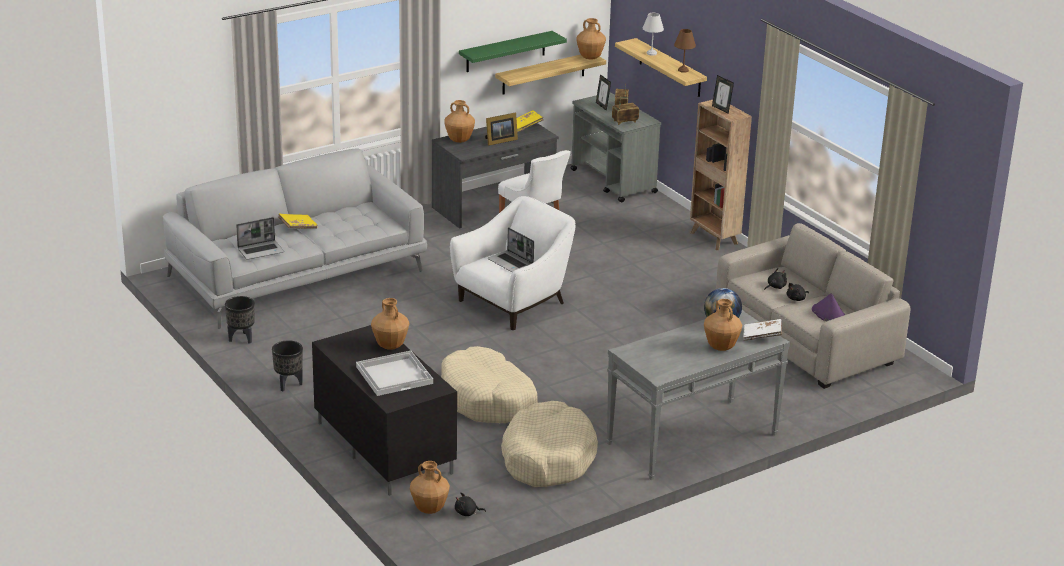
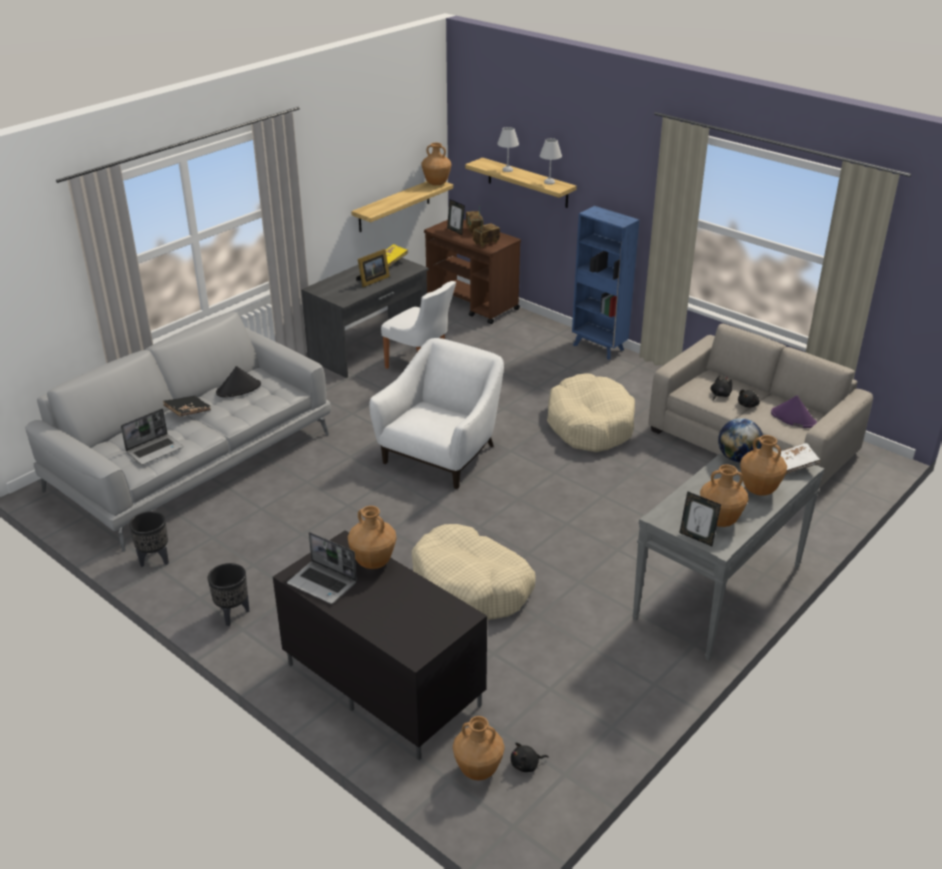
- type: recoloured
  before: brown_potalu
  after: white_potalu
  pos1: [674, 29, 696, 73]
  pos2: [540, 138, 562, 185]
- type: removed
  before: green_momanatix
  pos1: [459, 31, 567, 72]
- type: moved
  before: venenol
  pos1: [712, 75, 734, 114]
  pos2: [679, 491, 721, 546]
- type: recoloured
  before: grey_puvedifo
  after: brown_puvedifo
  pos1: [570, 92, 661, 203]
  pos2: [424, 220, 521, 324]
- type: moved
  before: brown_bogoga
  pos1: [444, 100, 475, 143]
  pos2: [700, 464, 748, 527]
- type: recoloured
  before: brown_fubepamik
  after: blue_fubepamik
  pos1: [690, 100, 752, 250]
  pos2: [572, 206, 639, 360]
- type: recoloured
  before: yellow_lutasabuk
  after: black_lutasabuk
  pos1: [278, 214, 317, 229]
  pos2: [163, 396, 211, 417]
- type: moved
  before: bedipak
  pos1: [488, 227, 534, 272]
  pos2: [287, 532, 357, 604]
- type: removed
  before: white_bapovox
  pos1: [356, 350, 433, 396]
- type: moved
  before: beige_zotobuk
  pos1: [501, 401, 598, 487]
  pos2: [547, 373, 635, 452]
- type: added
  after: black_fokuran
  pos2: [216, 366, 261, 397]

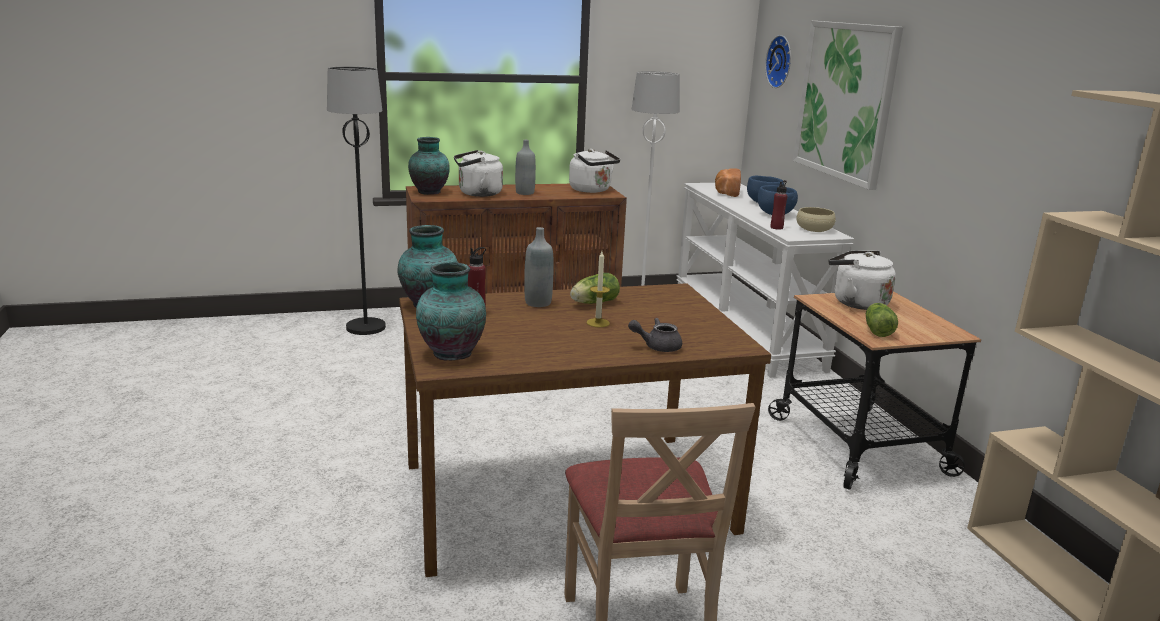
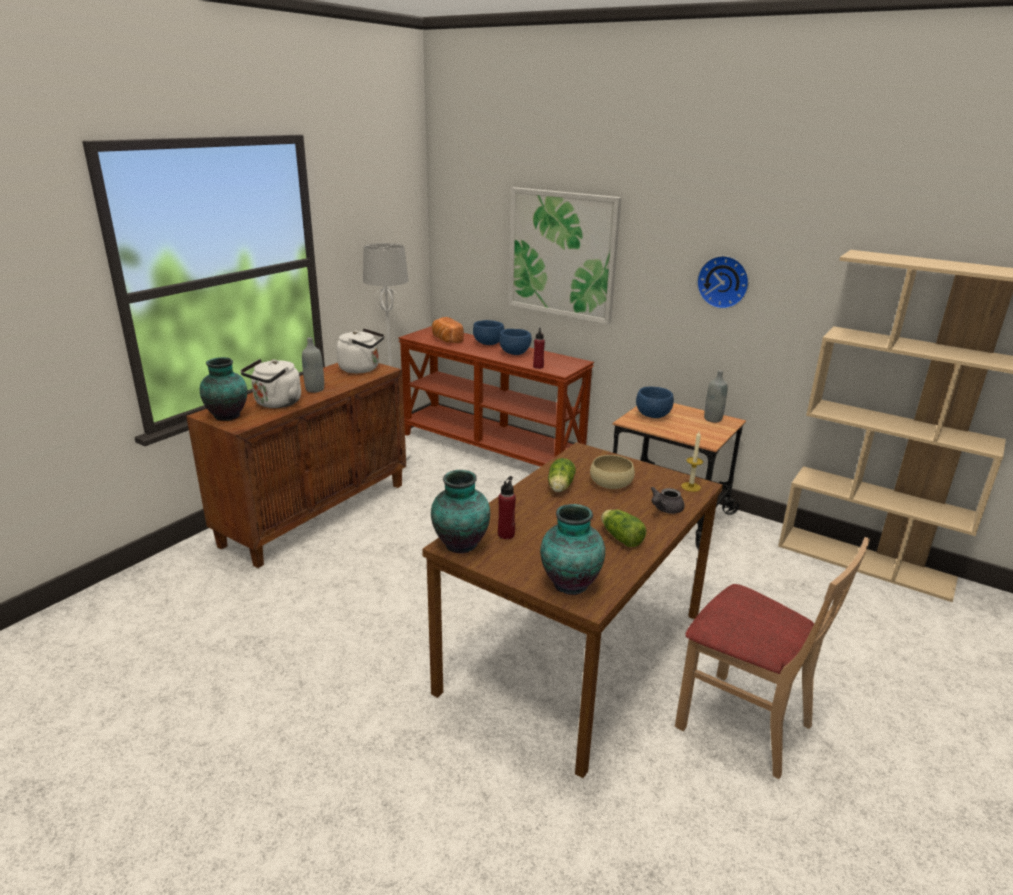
- type: moved
  before: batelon
  pos1: [765, 35, 791, 88]
  pos2: [697, 255, 749, 309]
- type: removed
  before: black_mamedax
  pos1: [327, 66, 386, 335]
- type: recoloured
  before: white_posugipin
  after: brown_posugipin
  pos1: [676, 183, 854, 378]
  pos2: [398, 326, 594, 467]
- type: moved
  before: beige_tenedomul
  pos1: [797, 207, 836, 232]
  pos2: [590, 455, 635, 489]
- type: moved
  before: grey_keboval
  pos1: [524, 227, 554, 307]
  pos2: [704, 370, 728, 422]
- type: replaced
  before: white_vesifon
  after: blue_tenedomul
  pos1: [829, 250, 896, 310]
  pos2: [636, 387, 674, 418]
- type: moved
  before: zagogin
  pos1: [586, 251, 610, 327]
  pos2: [681, 431, 703, 492]
- type: moved
  before: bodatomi
  pos1: [866, 303, 898, 337]
  pos2: [601, 509, 646, 547]

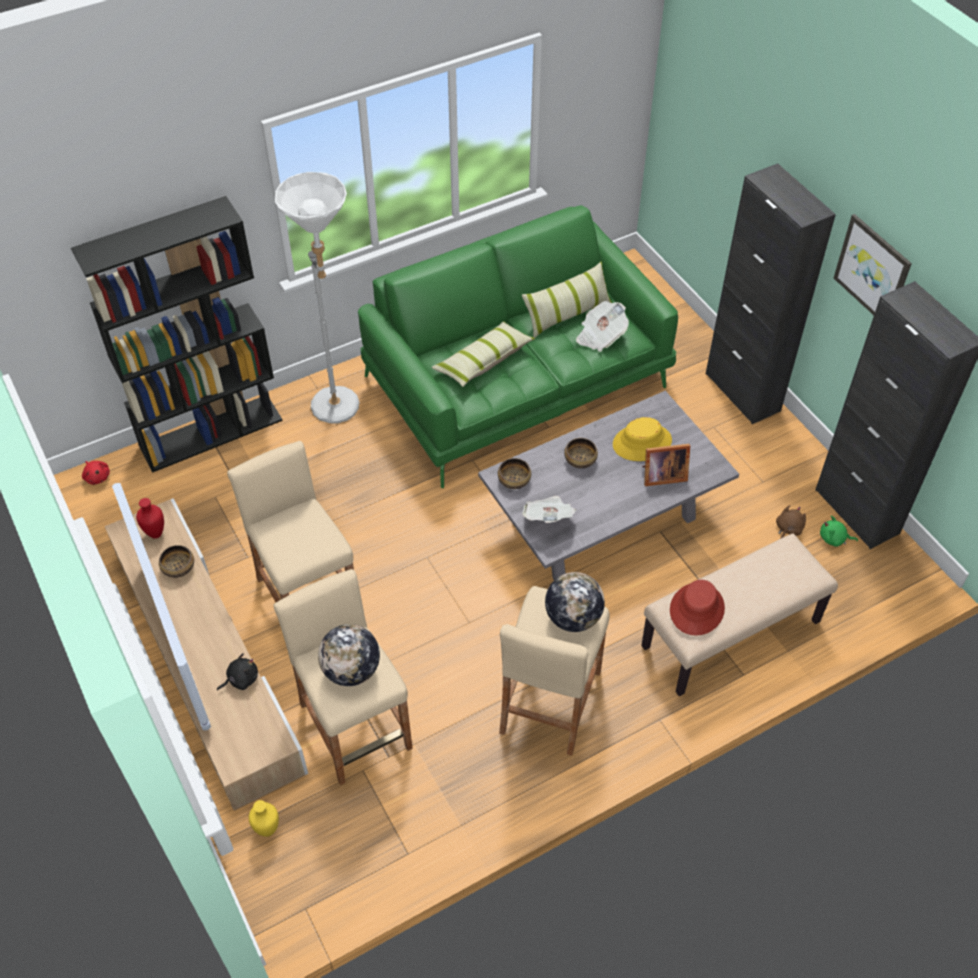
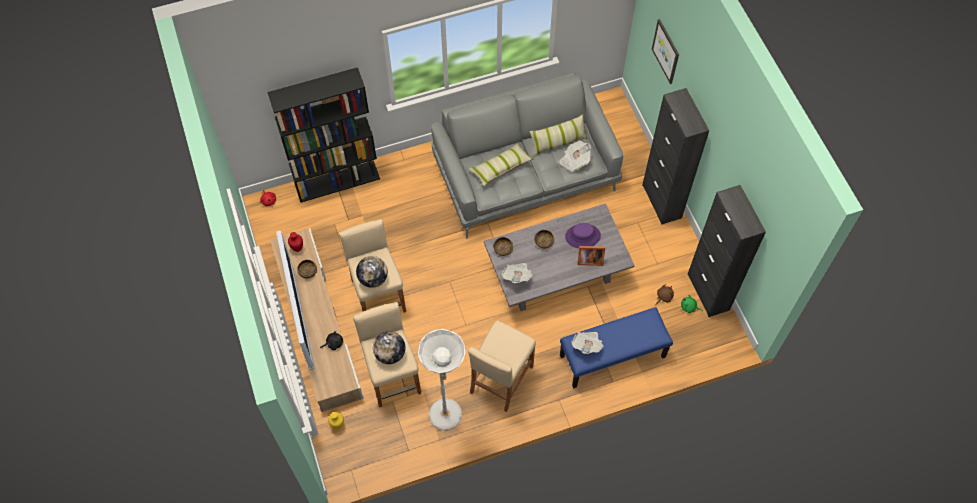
- type: moved
  before: white_mamedax
  pos1: [275, 172, 359, 423]
  pos2: [418, 329, 465, 431]
- type: recoloured
  before: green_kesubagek
  after: grey_kesubagek
  pos1: [358, 205, 678, 488]
  pos2: [431, 72, 623, 239]
- type: moved
  before: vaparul
  pos1: [834, 214, 912, 315]
  pos2: [652, 19, 679, 84]
- type: recoloured
  before: yellow_fokuran
  after: purple_fokuran
  pos1: [613, 417, 672, 461]
  pos2: [565, 223, 601, 248]
- type: recoloured
  before: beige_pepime
  after: blue_pepime
  pos1: [641, 534, 838, 696]
  pos2: [560, 307, 673, 388]
- type: moved
  before: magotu
  pos1: [545, 572, 605, 632]
  pos2: [356, 256, 388, 288]
- type: replaced
  before: red_fokuran
  after: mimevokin
  pos1: [670, 580, 725, 636]
  pos2: [572, 332, 604, 354]

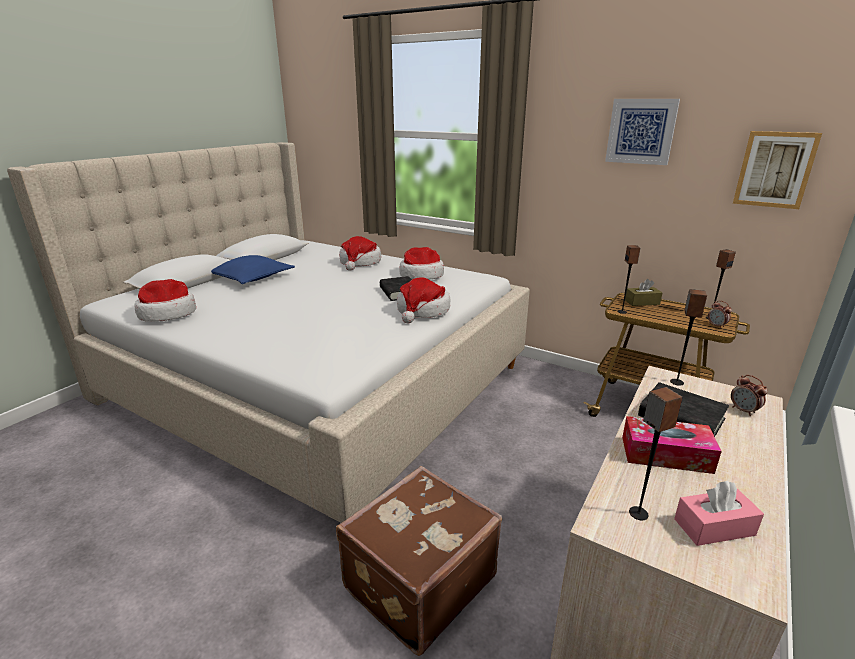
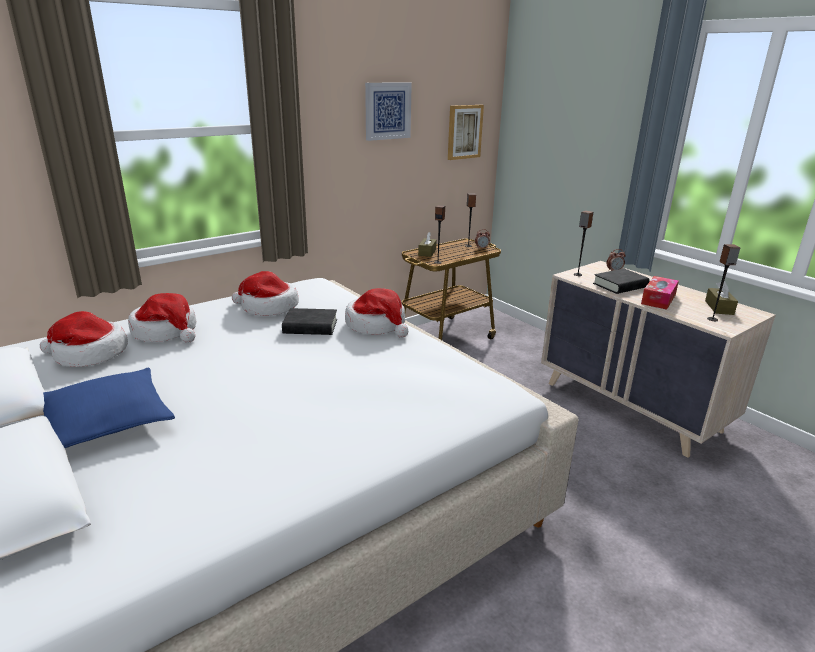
- type: moved
  before: fokuran
  pos1: [135, 279, 196, 322]
  pos2: [40, 311, 128, 367]
- type: removed
  before: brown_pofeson
  pos1: [336, 466, 502, 656]
- type: recoloured
  before: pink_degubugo
  after: brown_degubugo
  pos1: [674, 481, 764, 546]
  pos2: [705, 281, 738, 315]

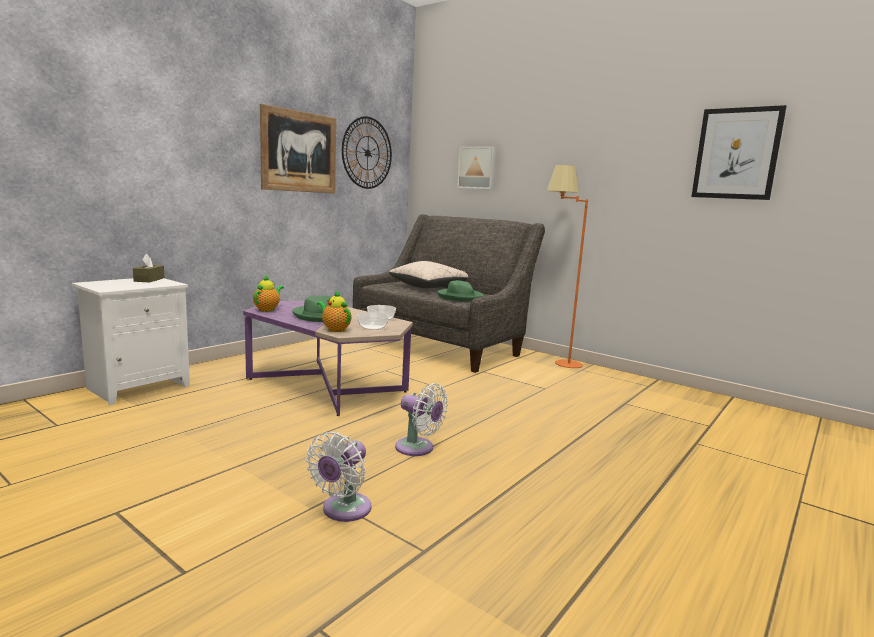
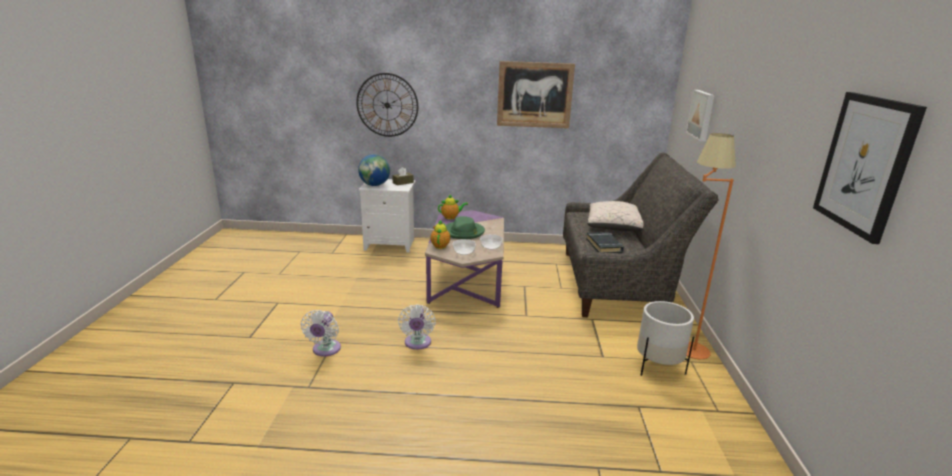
- type: moved
  before: batelon
  pos1: [342, 116, 392, 189]
  pos2: [356, 73, 418, 137]
- type: replaced
  before: green_fokuran
  after: black_lutasabuk
  pos1: [437, 280, 484, 301]
  pos2: [586, 232, 624, 253]
- type: turned
  before: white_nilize
  pos1: [306, 432, 371, 522]
  pos2: [301, 310, 341, 357]
  turn: -75
- type: added
  after: magotu
  pos2: [358, 154, 390, 186]
- type: added
  after: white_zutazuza
  pos2: [637, 301, 694, 376]

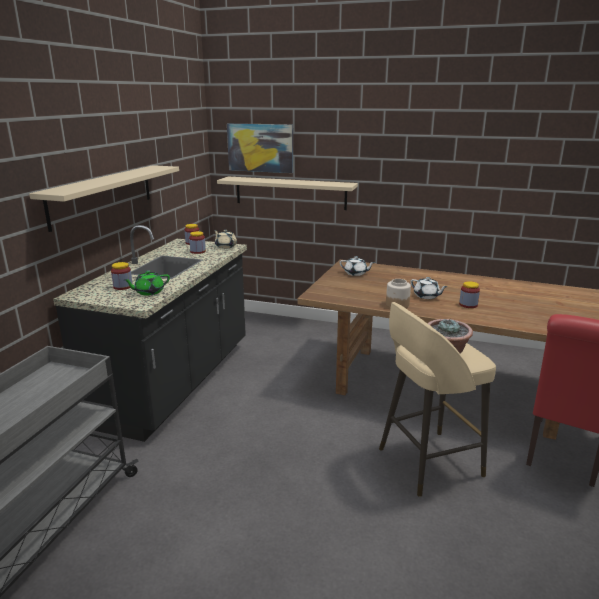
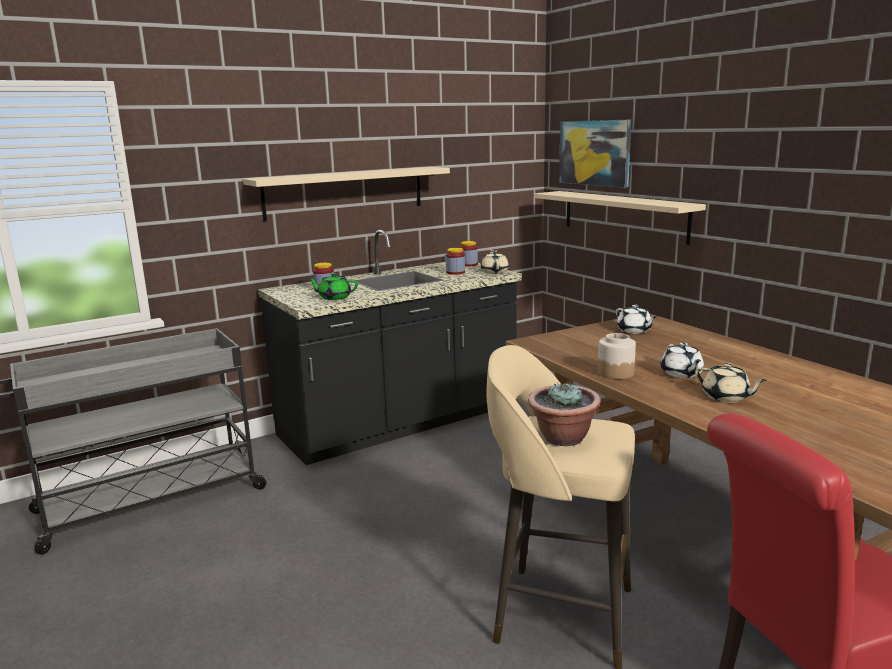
- type: replaced
  before: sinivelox
  after: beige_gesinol
  pos1: [459, 281, 480, 308]
  pos2: [695, 363, 767, 403]

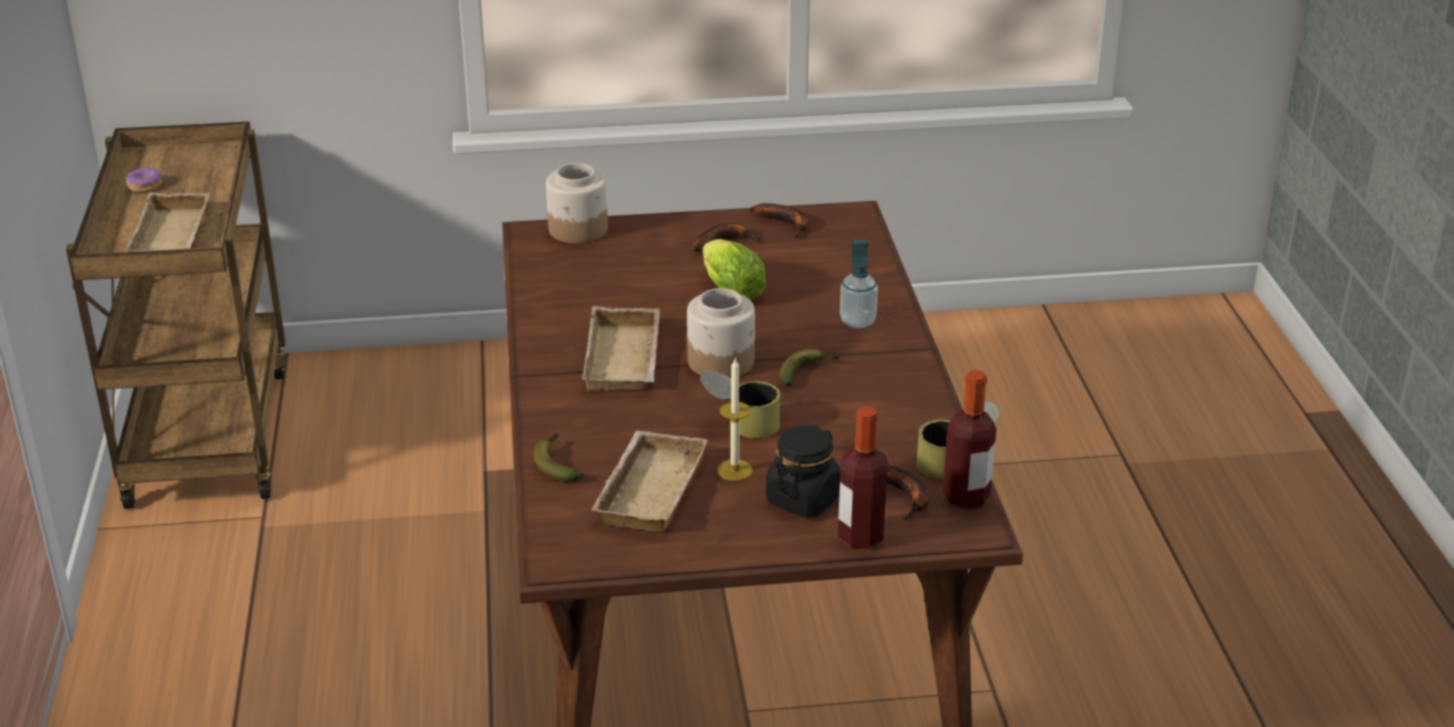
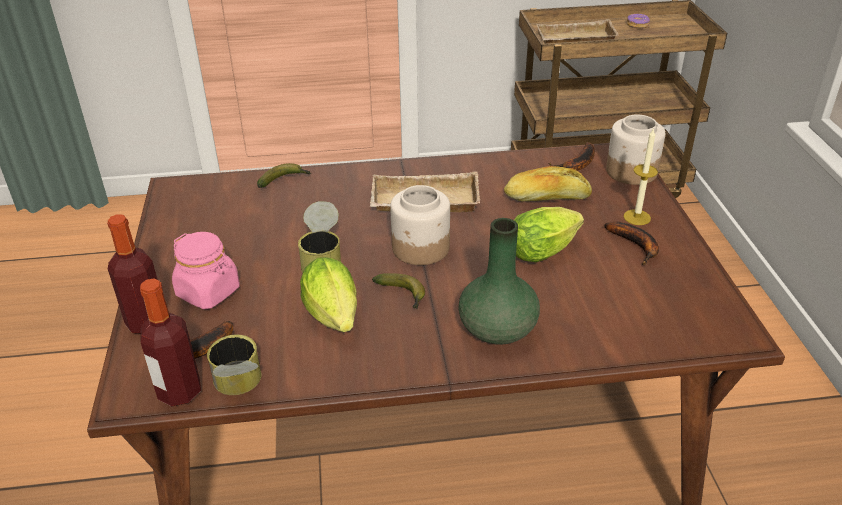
- type: moved
  before: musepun
  pos1: [750, 203, 809, 238]
  pos2: [549, 142, 595, 171]
- type: replaced
  before: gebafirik
  after: green_bogoga
  pos1: [840, 240, 878, 328]
  pos2: [459, 218, 540, 345]
- type: moved
  before: zagogin
  pos1: [717, 359, 753, 481]
  pos2: [624, 128, 658, 225]
- type: recoloured
  before: black_sinivelox
  after: pink_sinivelox
  pos1: [766, 425, 841, 518]
  pos2: [172, 232, 240, 309]
- type: removed
  before: beige_bapovox
  pos1: [591, 431, 708, 532]
- type: added
  after: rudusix
  pos2: [504, 166, 592, 201]
- type: added
  after: bodatomi
  pos2: [300, 257, 357, 332]

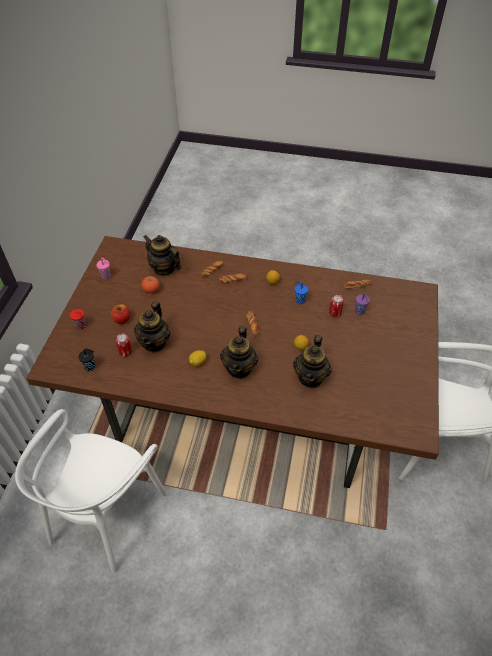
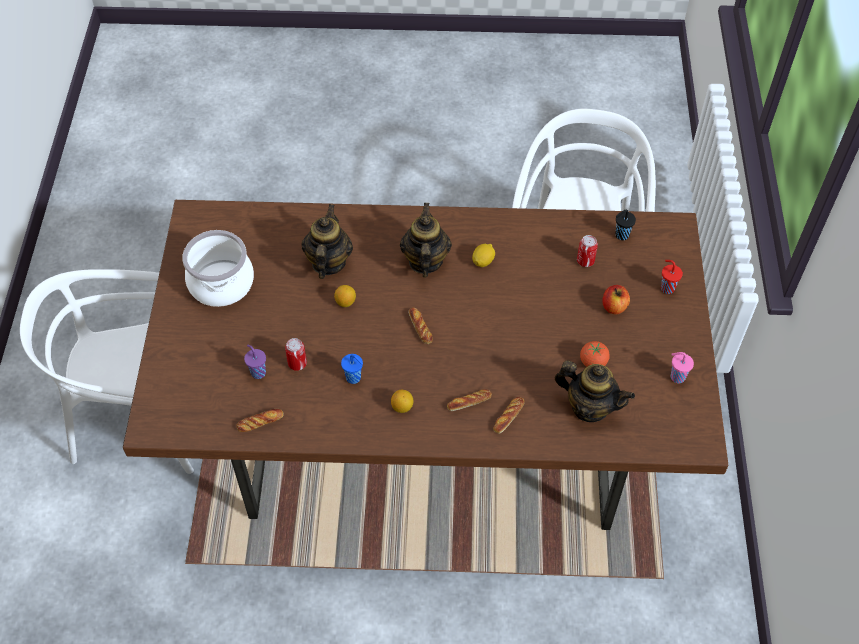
- type: removed
  before: gesinol
  pos1: [134, 301, 170, 352]
- type: added
  after: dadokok
  pos2: [182, 230, 254, 307]

